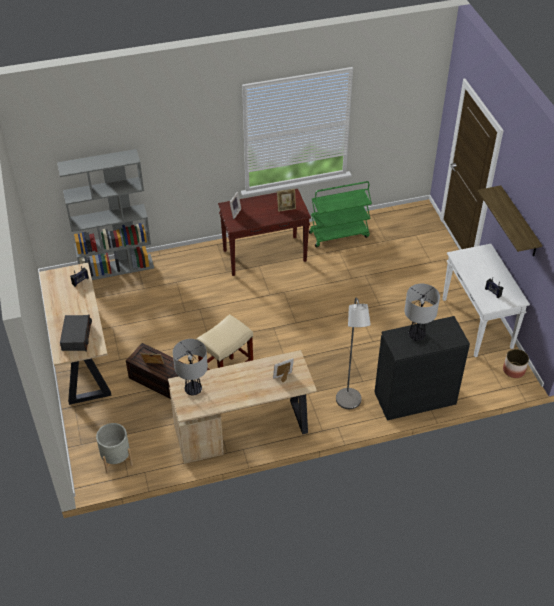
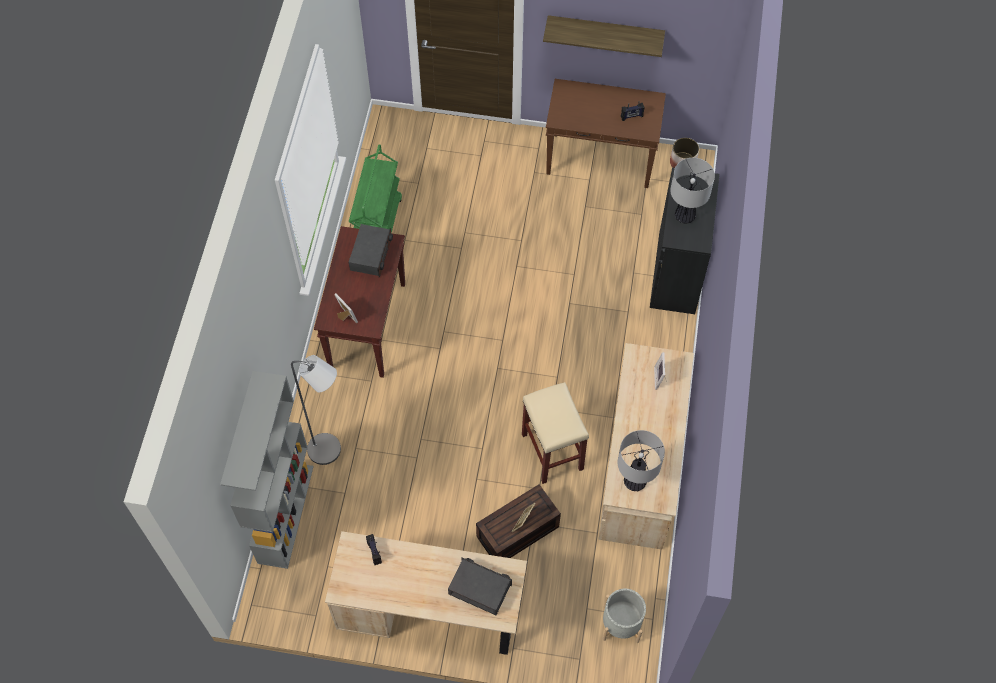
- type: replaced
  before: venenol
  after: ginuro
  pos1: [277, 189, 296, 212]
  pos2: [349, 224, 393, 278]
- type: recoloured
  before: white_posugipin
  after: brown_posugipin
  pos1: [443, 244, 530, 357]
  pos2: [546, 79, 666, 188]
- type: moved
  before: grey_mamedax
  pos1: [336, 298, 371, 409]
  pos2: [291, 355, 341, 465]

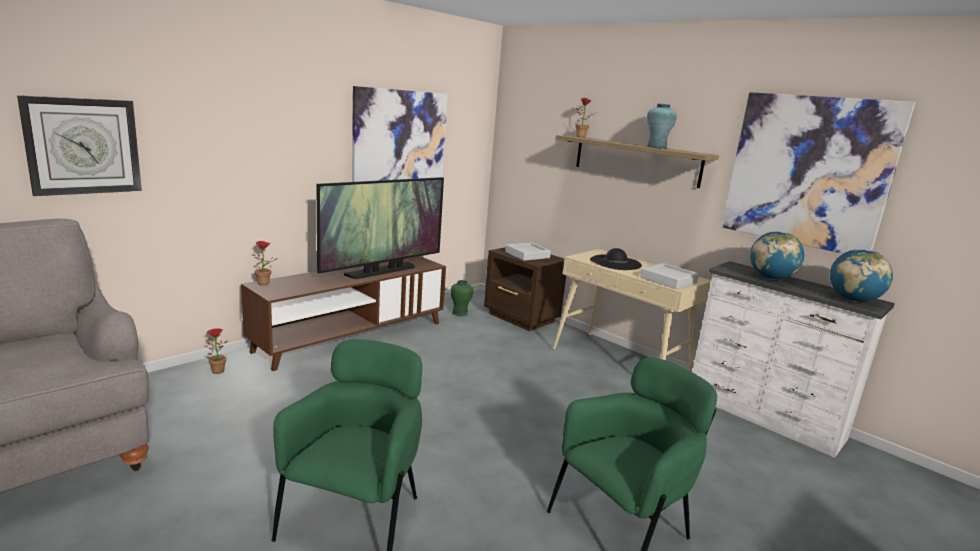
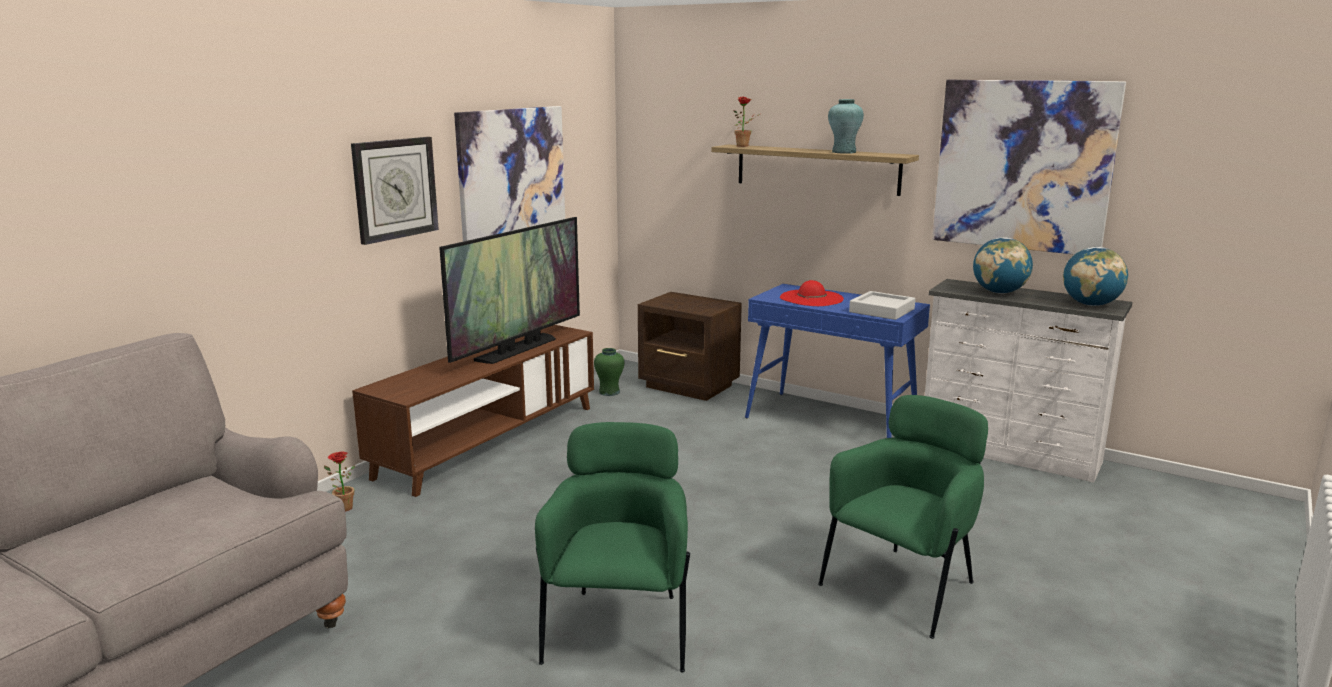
- type: moved
  before: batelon
  pos1: [17, 95, 142, 196]
  pos2: [351, 137, 439, 245]
- type: removed
  before: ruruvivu
  pos1: [252, 241, 278, 286]
- type: removed
  before: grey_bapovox
  pos1: [505, 242, 551, 261]
- type: recoloured
  before: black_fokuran
  after: red_fokuran
  pos1: [590, 248, 642, 270]
  pos2: [780, 280, 844, 306]
- type: recoloured
  before: beige_posugipin
  after: blue_posugipin
  pos1: [552, 249, 711, 372]
  pos2: [745, 284, 930, 438]

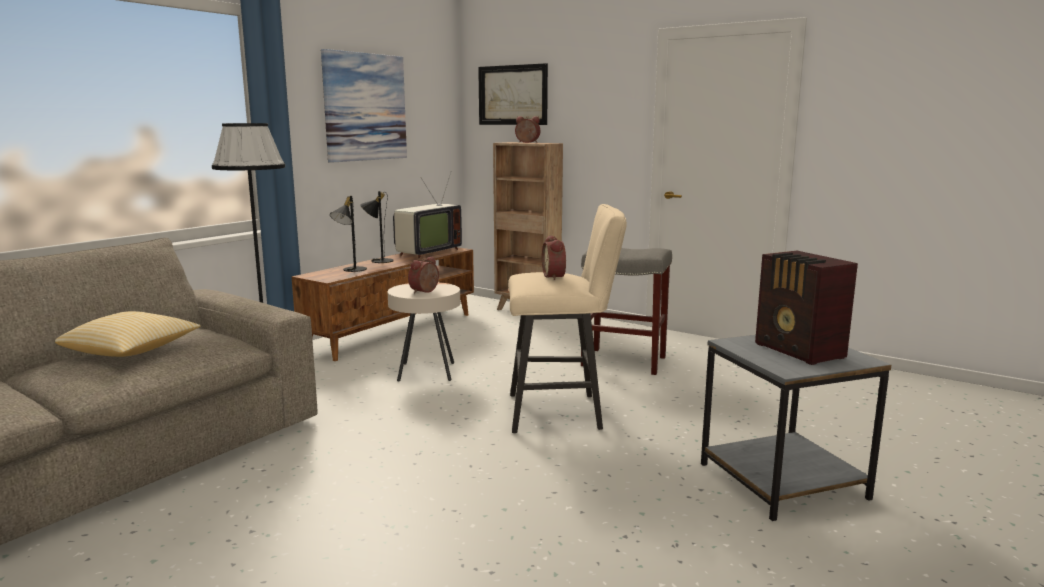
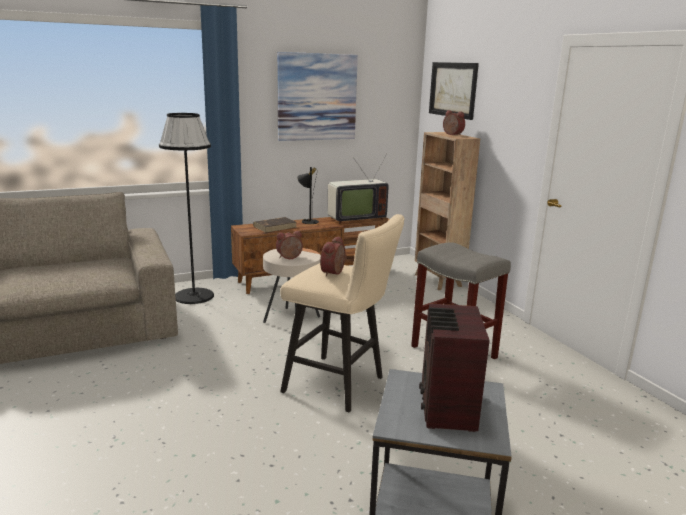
- type: replaced
  before: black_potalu
  after: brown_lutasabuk
  pos1: [330, 196, 367, 272]
  pos2: [253, 217, 297, 233]
- type: removed
  before: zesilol
  pos1: [55, 311, 200, 357]

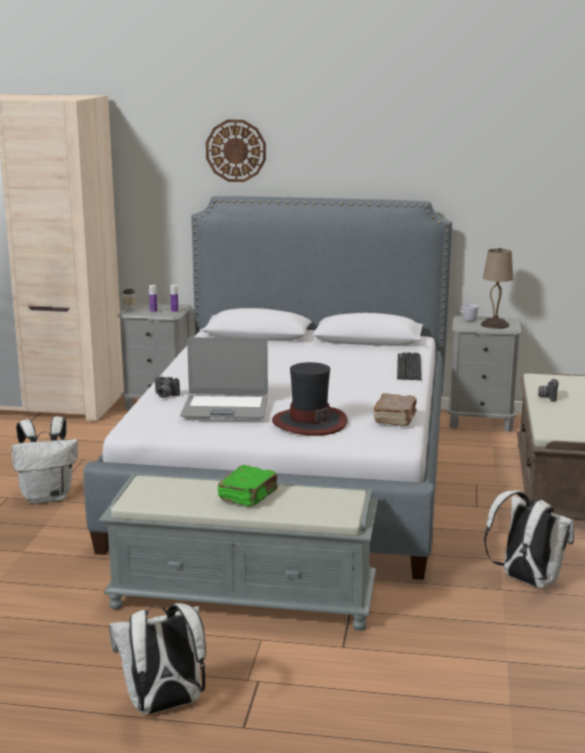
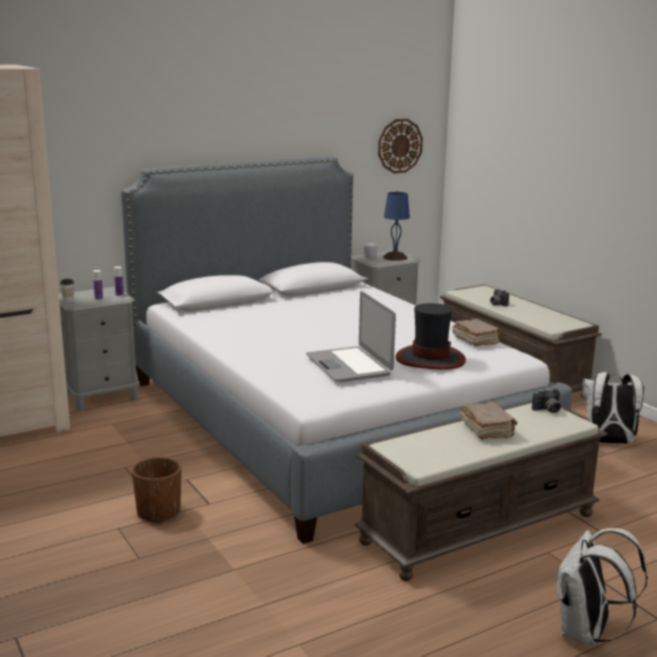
- type: moved
  before: batelon
  pos1: [206, 120, 266, 182]
  pos2: [378, 119, 423, 174]
- type: recoloured
  before: beige_potalu
  after: blue_potalu
  pos1: [481, 248, 513, 329]
  pos2: [383, 191, 410, 261]
- type: turned
  before: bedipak
  pos1: [180, 337, 268, 418]
  pos2: [306, 291, 396, 382]
  turn: 105
- type: removed
  before: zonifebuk
  pos1: [397, 352, 421, 380]
- type: moved
  before: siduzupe
  pos1: [155, 376, 180, 398]
  pos2: [532, 388, 561, 413]
- type: replaced
  before: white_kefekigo
  after: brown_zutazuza
  pos1: [11, 416, 78, 504]
  pos2: [132, 457, 181, 523]
- type: recoloured
  before: green_lutasabuk
  after: brown_lutasabuk
  pos1: [218, 465, 278, 507]
  pos2: [460, 402, 517, 439]
- type: recoloured
  before: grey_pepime
  after: brown_pepime
  pos1: [99, 474, 378, 631]
  pos2: [354, 401, 608, 581]

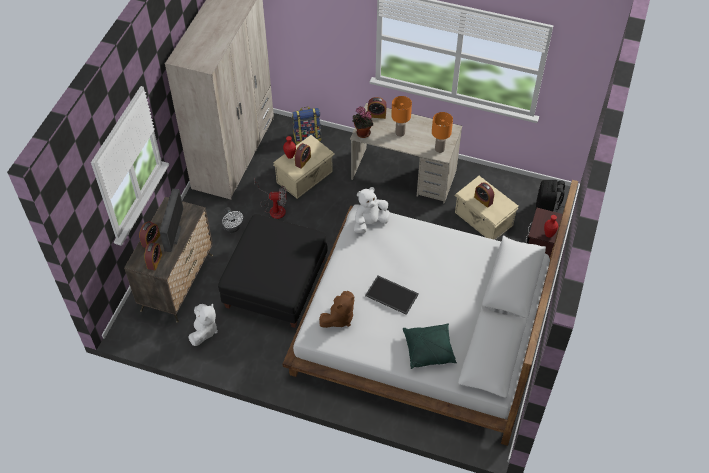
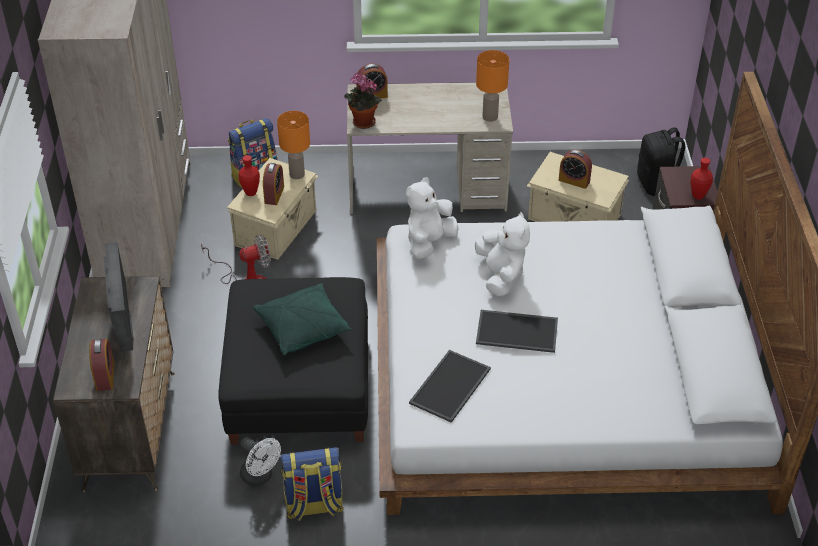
- type: moved
  before: orange_potalu
  pos1: [391, 96, 412, 137]
  pos2: [277, 111, 310, 179]
- type: moved
  before: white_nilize
  pos1: [222, 207, 243, 233]
  pos2: [240, 437, 281, 486]
- type: removed
  before: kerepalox
  pos1: [139, 221, 160, 248]
- type: replaced
  before: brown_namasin
  after: bapovox
  pos1: [319, 291, 354, 328]
  pos2: [409, 350, 491, 423]
- type: moved
  before: white_namasin
  pos1: [189, 303, 218, 346]
  pos2: [475, 212, 530, 297]
- type: moved
  before: green_zesilol
  pos1: [403, 324, 457, 369]
  pos2: [253, 283, 352, 356]
- type: added
  after: kefekigo
  pos2: [280, 447, 344, 521]

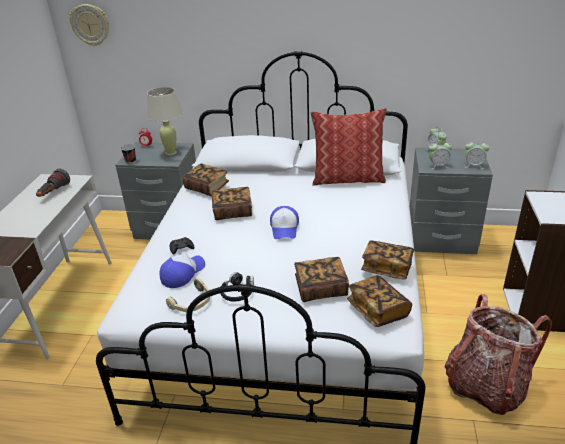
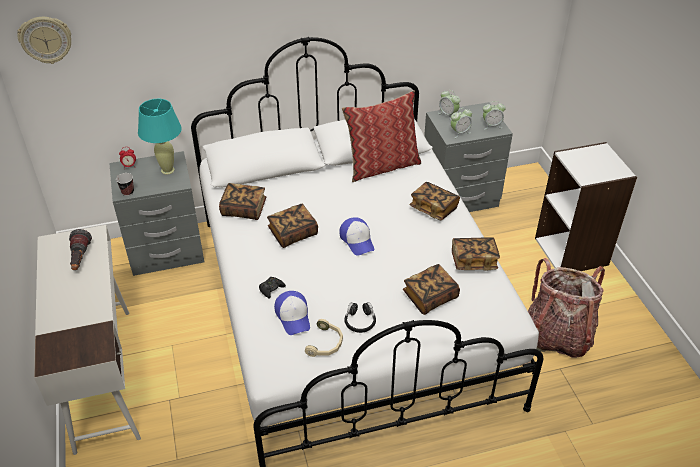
- type: recoloured
  before: beige_potalu
  after: turquoise_potalu
  pos1: [146, 87, 183, 155]
  pos2: [138, 99, 182, 175]
- type: turned
  before: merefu
  pos1: [160, 253, 205, 288]
  pos2: [274, 291, 310, 335]
  turn: 150
- type: moved
  before: lutasabuk
  pos1: [347, 275, 412, 327]
  pos2: [409, 182, 460, 220]

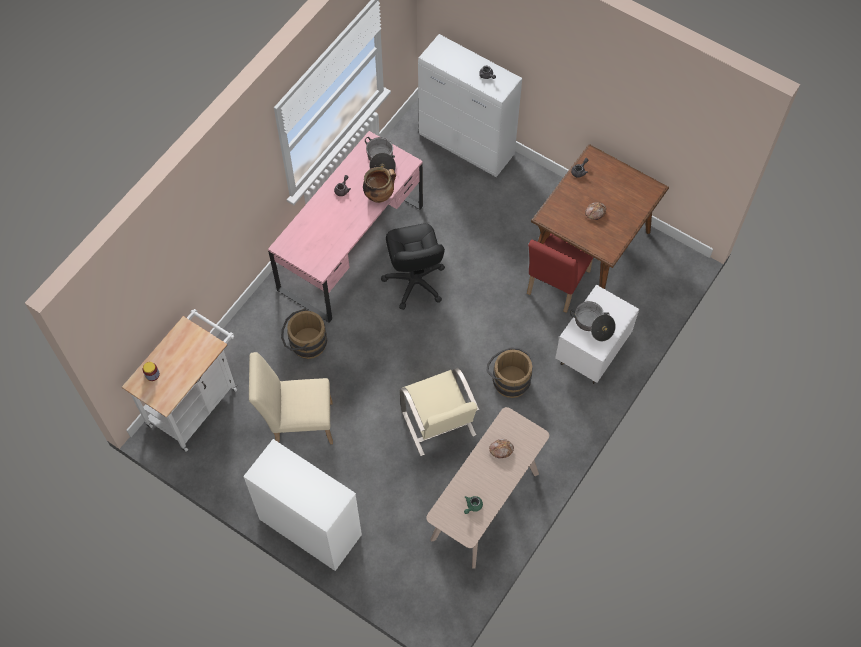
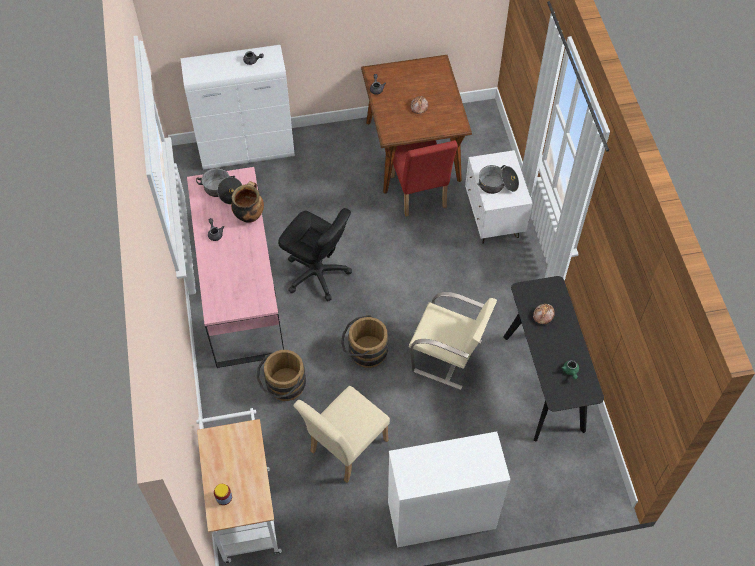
- type: moved
  before: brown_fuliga
  pos1: [487, 348, 533, 398]
  pos2: [341, 315, 388, 368]
- type: recoloured
  before: beige_posugipin
  after: black_posugipin
  pos1: [426, 407, 549, 569]
  pos2: [503, 276, 604, 442]

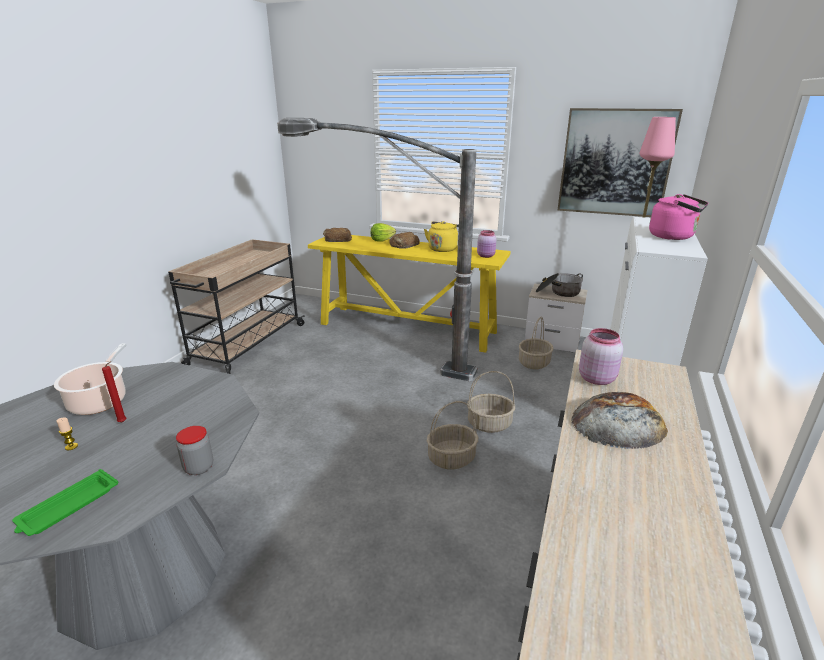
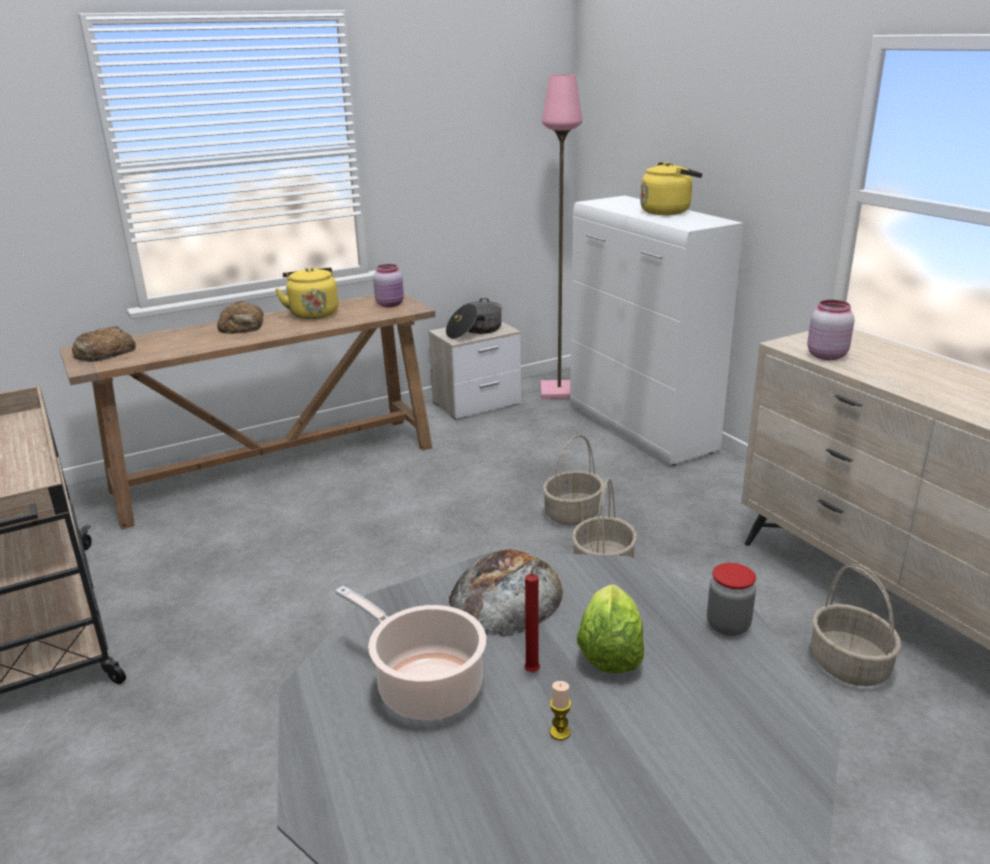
- type: removed
  before: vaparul
  pos1: [558, 108, 683, 217]
- type: removed
  before: mamedax
  pos1: [277, 118, 477, 381]
- type: recoloured
  before: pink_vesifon
  after: yellow_vesifon
  pos1: [649, 194, 708, 240]
  pos2: [640, 162, 702, 215]
- type: moved
  before: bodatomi
  pos1: [371, 223, 396, 241]
  pos2: [577, 584, 644, 673]
- type: recoloured
  before: yellow_posugipin
  after: brown_posugipin
  pos1: [308, 235, 511, 353]
  pos2: [59, 293, 436, 529]
- type: moved
  before: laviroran
  pos1: [519, 317, 554, 369]
  pos2: [811, 564, 902, 686]
- type: moved
  before: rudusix
  pos1: [571, 392, 668, 449]
  pos2: [449, 549, 563, 637]
- type: removed
  before: green_bapovox
  pos1: [12, 469, 118, 536]

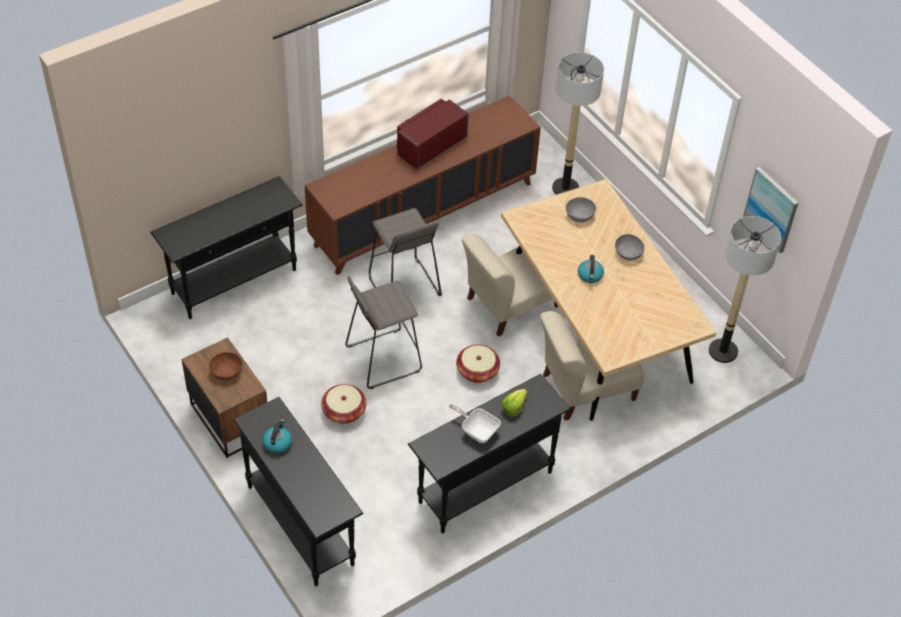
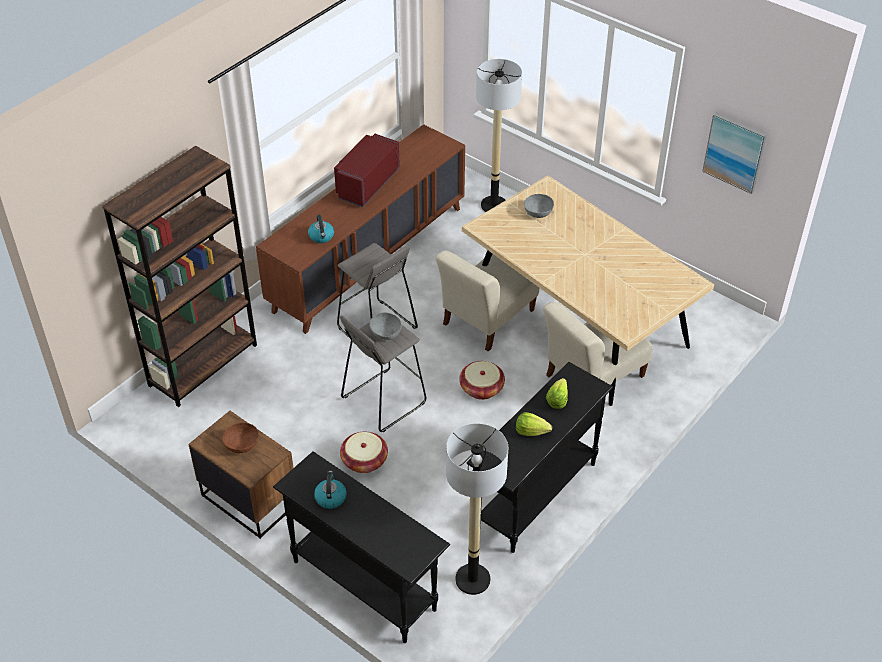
- type: replaced
  before: black_posugipin
  after: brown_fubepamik
  pos1: [150, 176, 303, 319]
  pos2: [102, 146, 257, 407]
- type: moved
  before: mamedax
  pos1: [709, 216, 781, 363]
  pos2: [446, 423, 508, 595]
- type: moved
  before: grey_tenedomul
  pos1: [615, 234, 644, 261]
  pos2: [369, 312, 402, 340]
- type: moved
  before: vesifon
  pos1: [578, 255, 604, 283]
  pos2: [308, 215, 334, 243]
- type: replaced
  before: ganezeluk
  after: bodatomi
  pos1: [449, 404, 501, 443]
  pos2: [516, 412, 552, 436]

